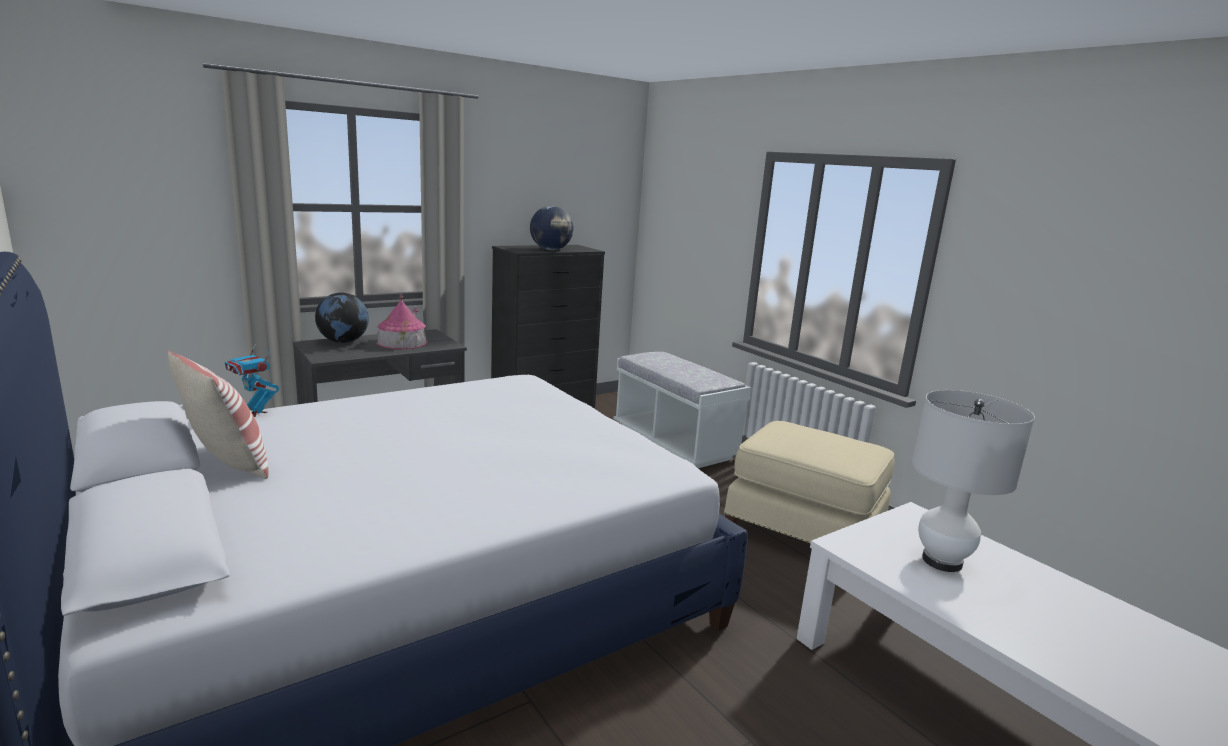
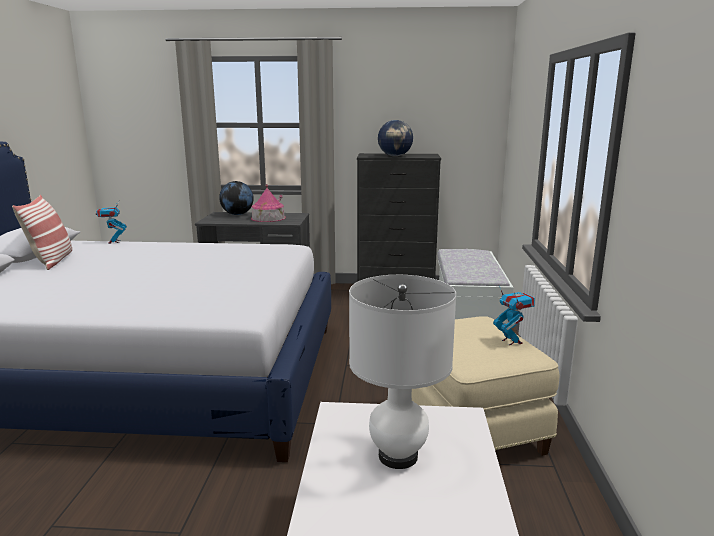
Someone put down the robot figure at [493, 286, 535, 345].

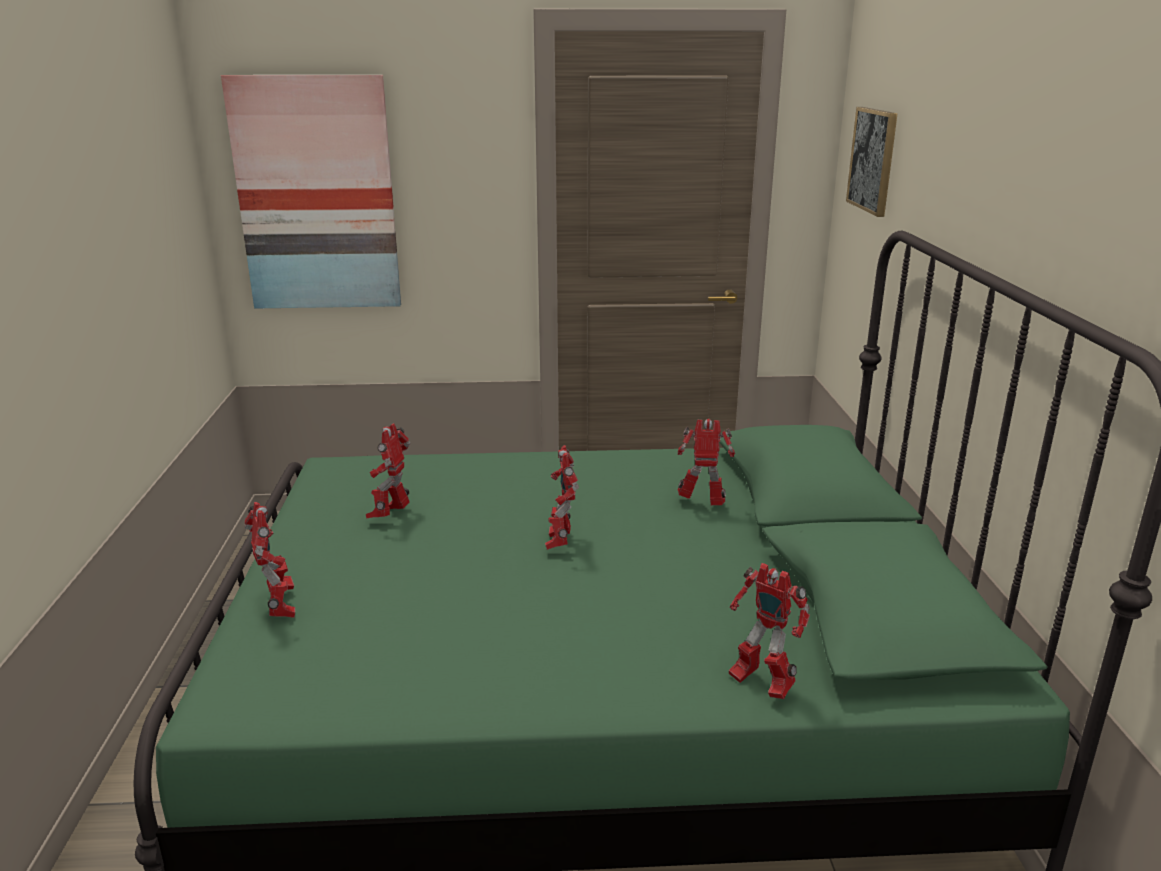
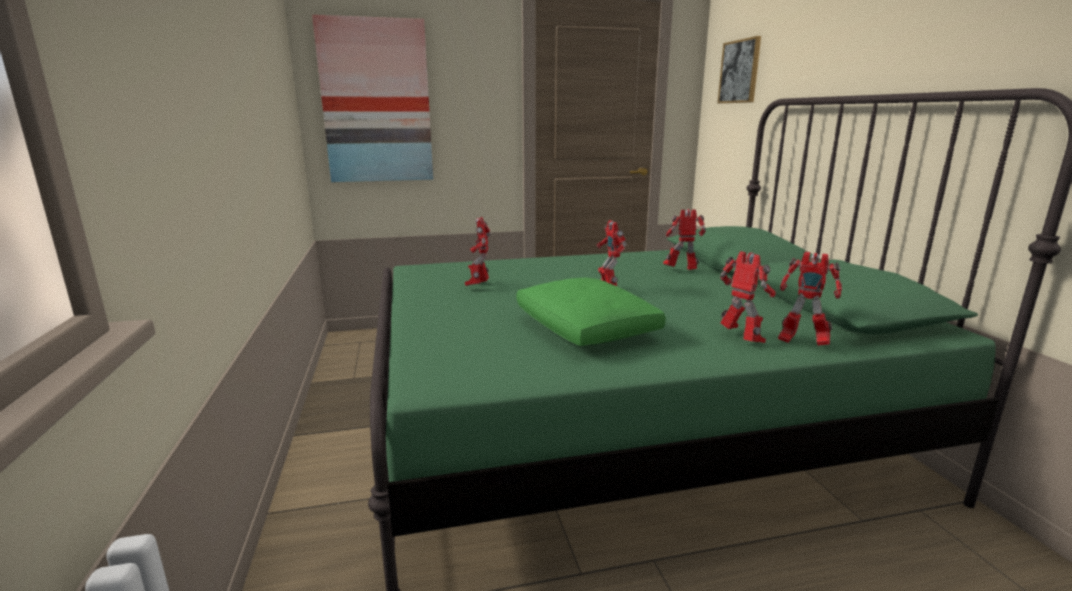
Someone put down the pillow (green-coloured) at [517, 278, 666, 346].
Someone carried the robot figure from [245, 502, 295, 618] to [720, 251, 776, 343].

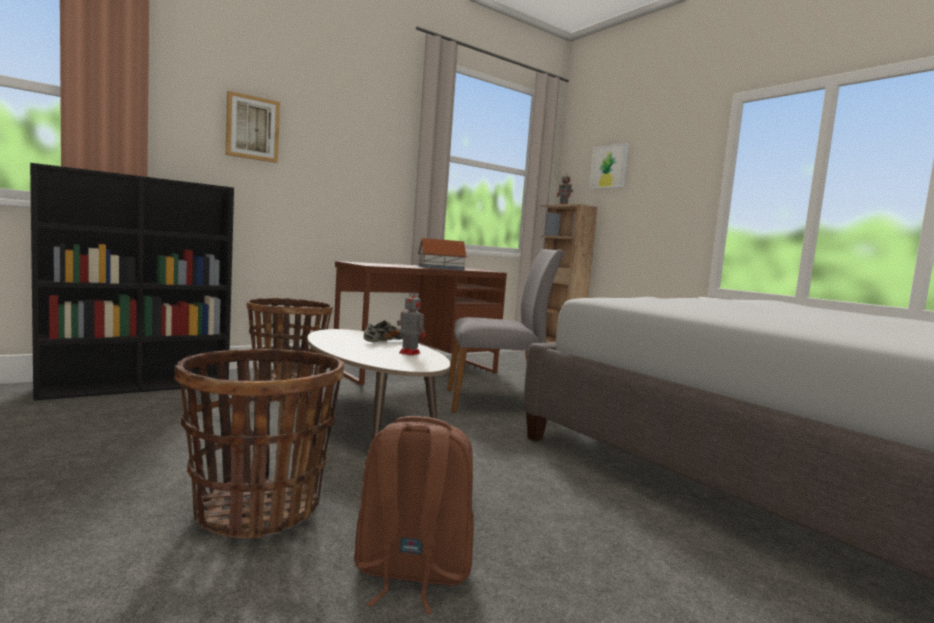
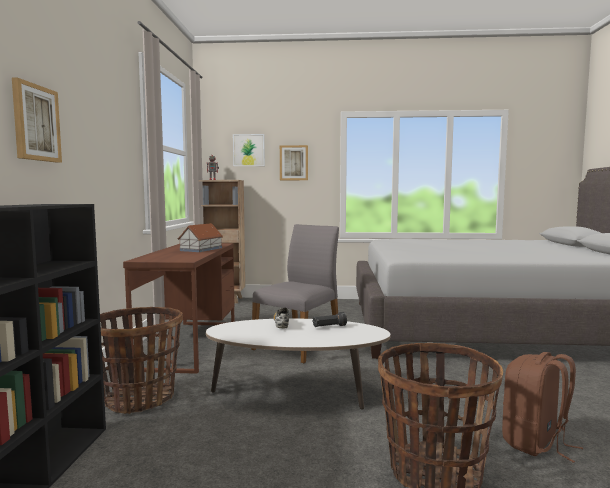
Someone put up the wall art at [280, 145, 308, 180].
Someone swapped the robot figure at [397, 290, 426, 356] for the torch (black) at [312, 312, 347, 327].

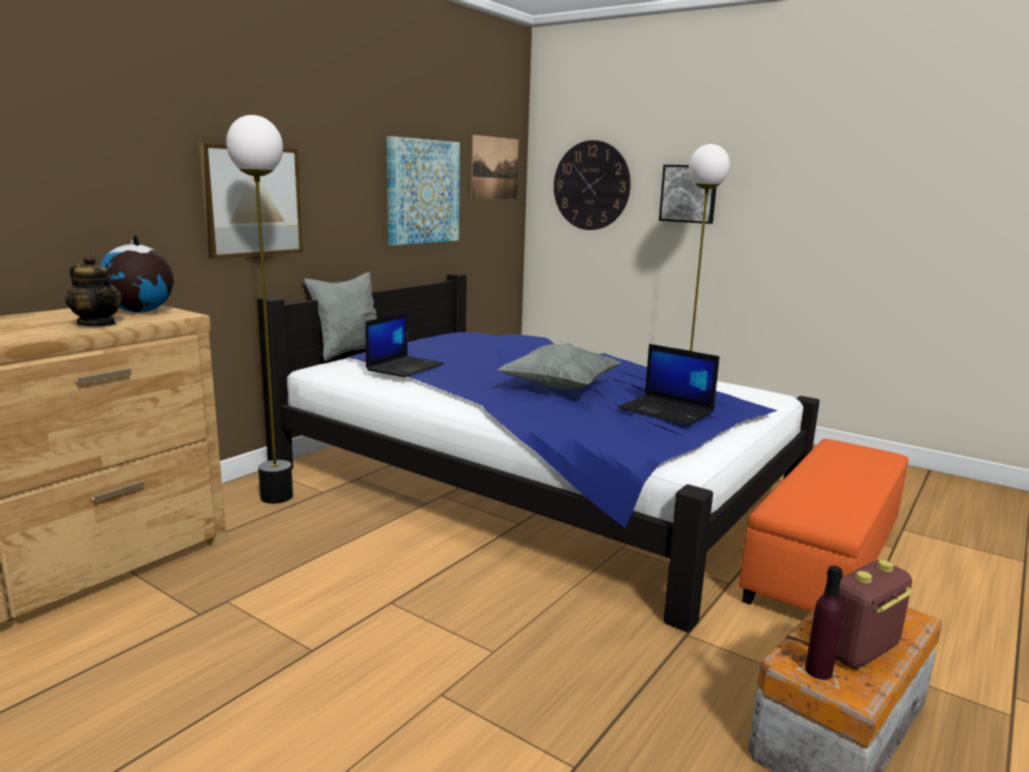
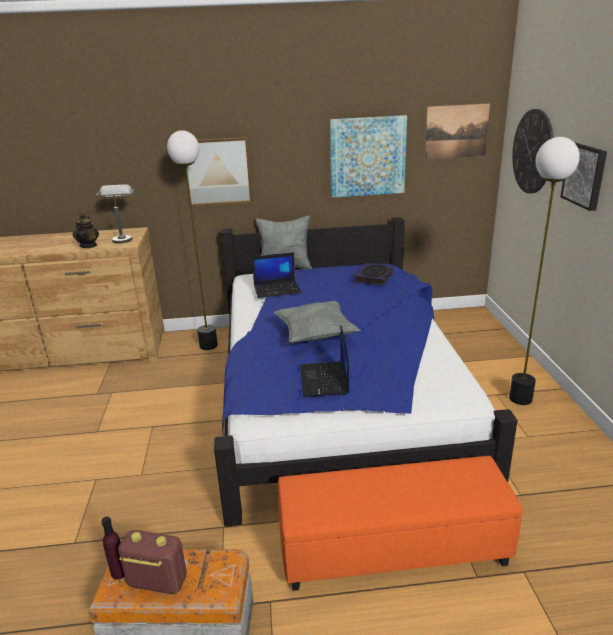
Someone put down the volume at [354, 263, 394, 286].
Someone swapped the desk globe at [100, 235, 174, 313] for the lamp for a table (greyish) at [96, 184, 135, 244].

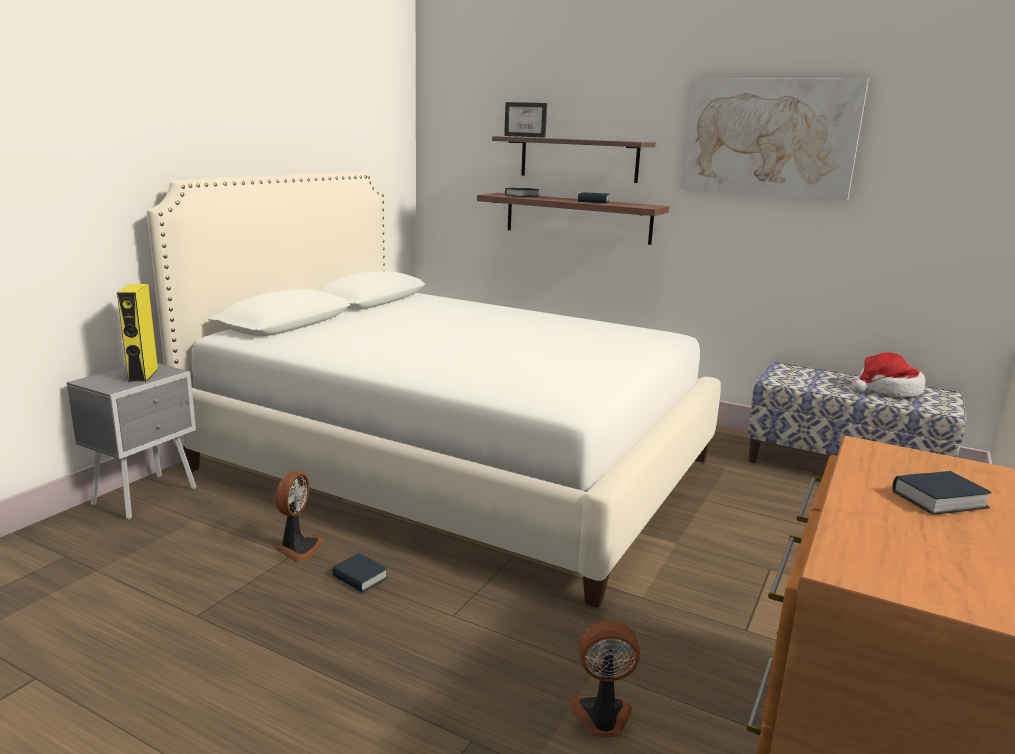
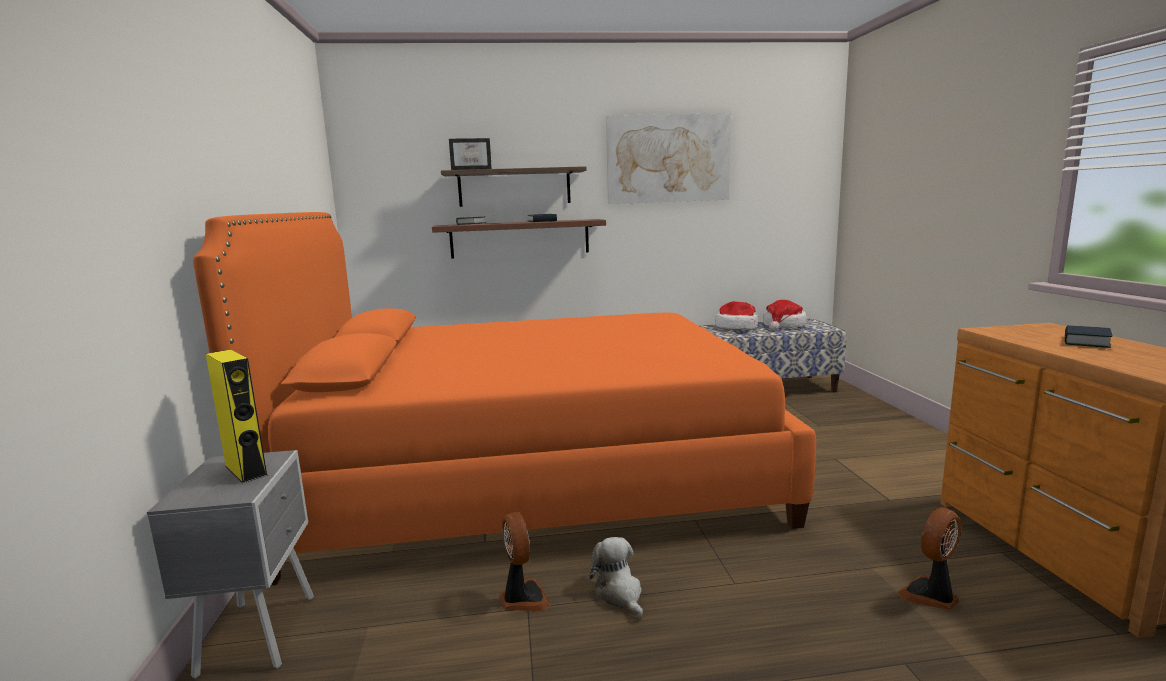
Someone put down the clothing hat at [715, 301, 758, 330].
Someone swapped the volume at [332, 553, 388, 593] for the cuddly toy at [589, 537, 643, 619].
Someone repainted the sleeping bed (whitish) at [147, 172, 721, 608], which became the sleeping bed (orange) at [193, 212, 816, 585].

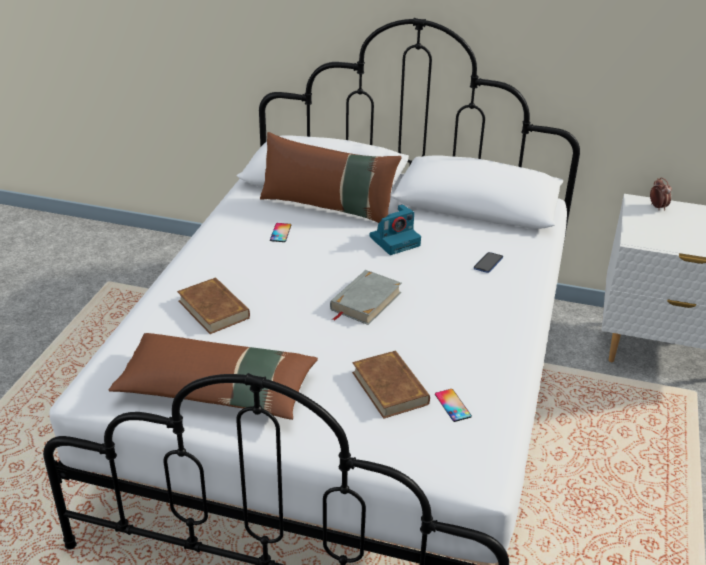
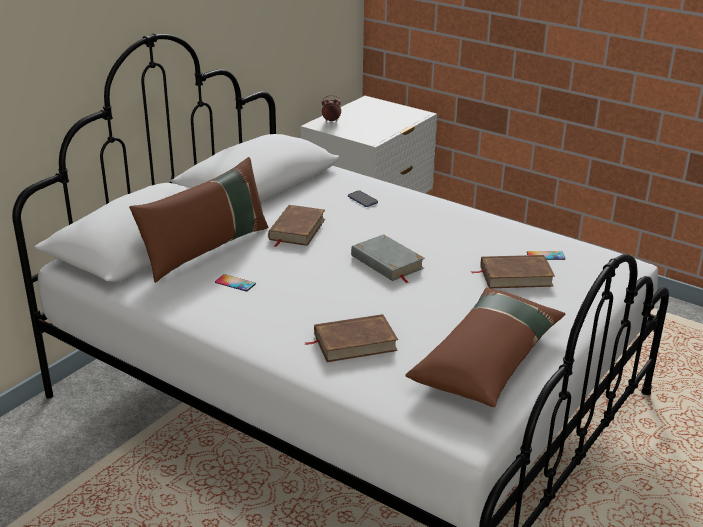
Someone swapped the still camera at [370, 204, 421, 255] for the volume (brown-coloured) at [268, 205, 325, 247].

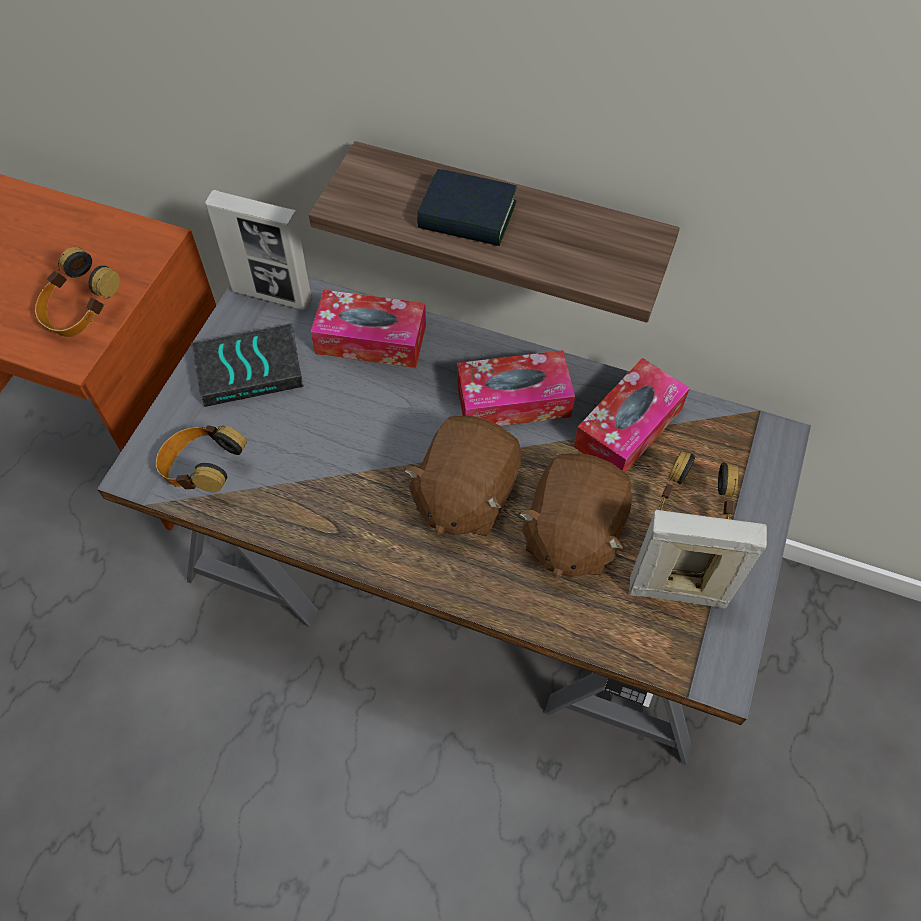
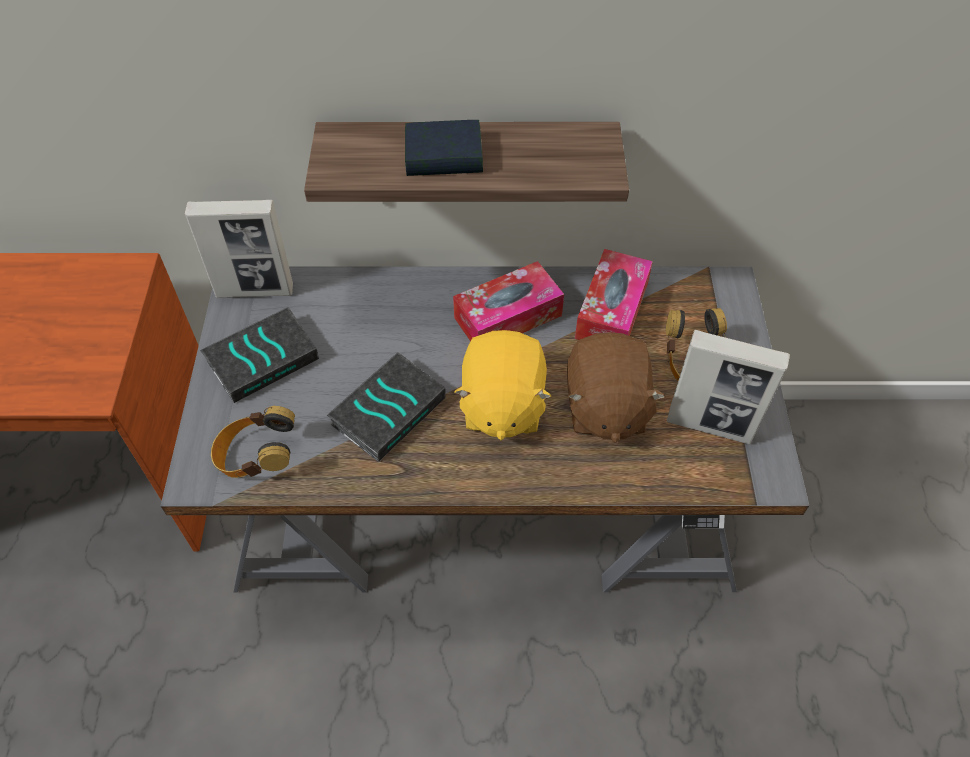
Someone took away the headset at [35, 247, 120, 337].
Someone took away the tissue box at [311, 290, 426, 368].
Someone put down the volume at [327, 352, 446, 462].
Someone repainted the cuddly toy (brown-coloured) at [404, 416, 521, 536], which became the cuddly toy (yellowish) at [454, 330, 551, 440].
Someone rotated the picture frame at [629, 510, 767, 609] by 150 degrees counterclockwise.

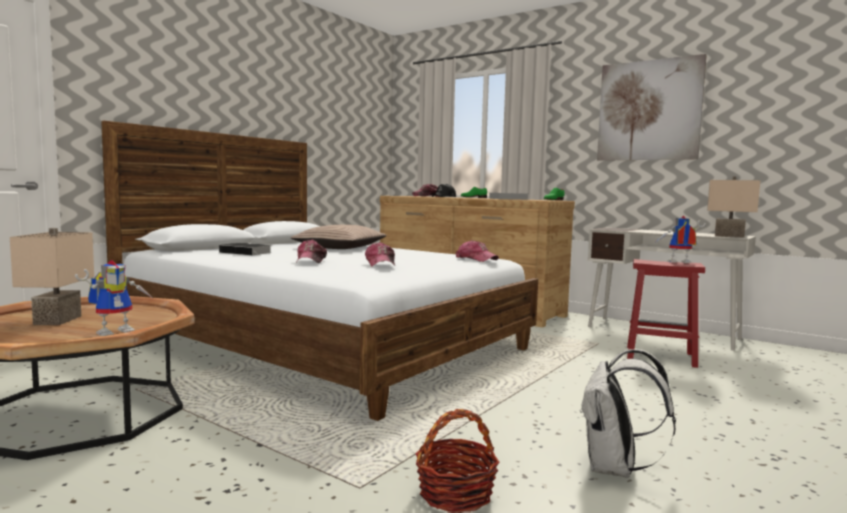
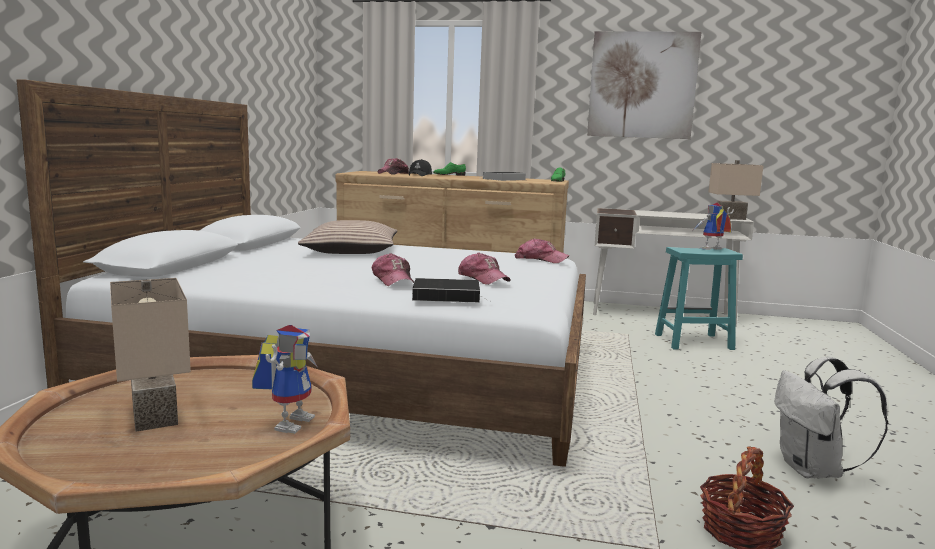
Someone carried the volume from [219, 243, 271, 255] to [412, 278, 493, 303].
Someone repainted the stool seat (red) at [627, 259, 705, 368], which became the stool seat (turquoise) at [655, 247, 743, 350].

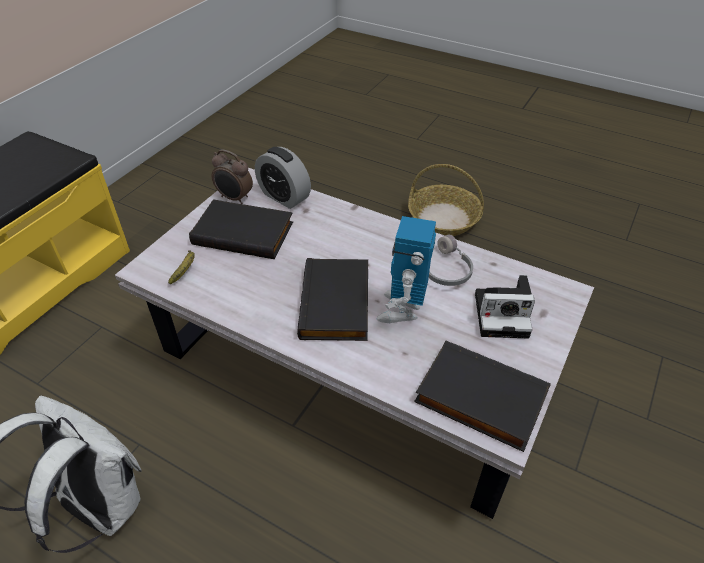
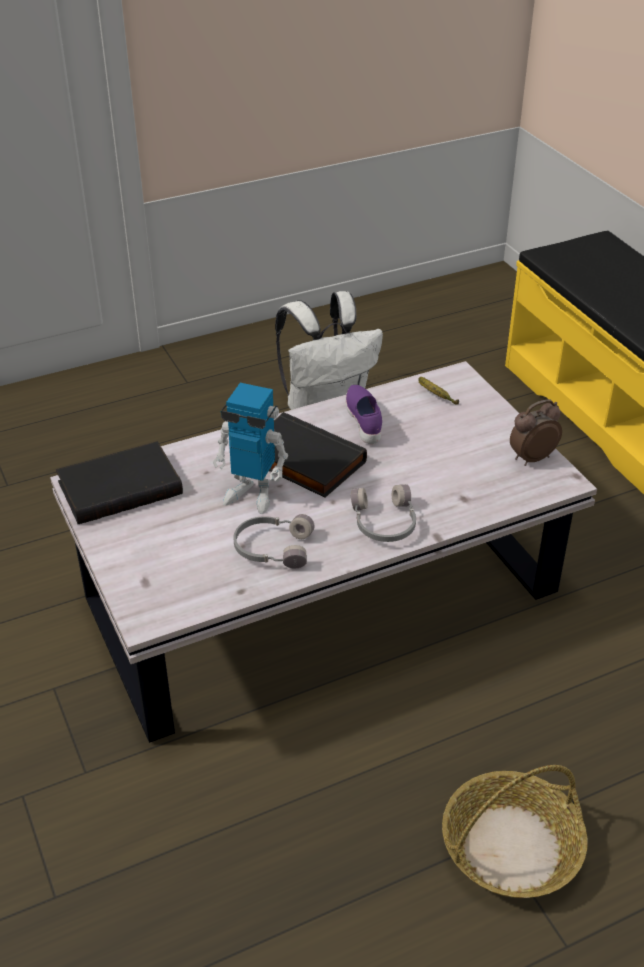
Someone took away the volume (black) at [189, 199, 293, 259].
Someone took away the bedside clock at [255, 147, 311, 209].
Someone took away the still camera at [475, 275, 535, 338].
Someone put down the low shoe (purplish) at [346, 385, 382, 444].
Someone put down the headset (greyish) at [351, 484, 416, 542].
Someone rotated the robot figure at [376, 216, 436, 323] by 150 degrees clockwise.

